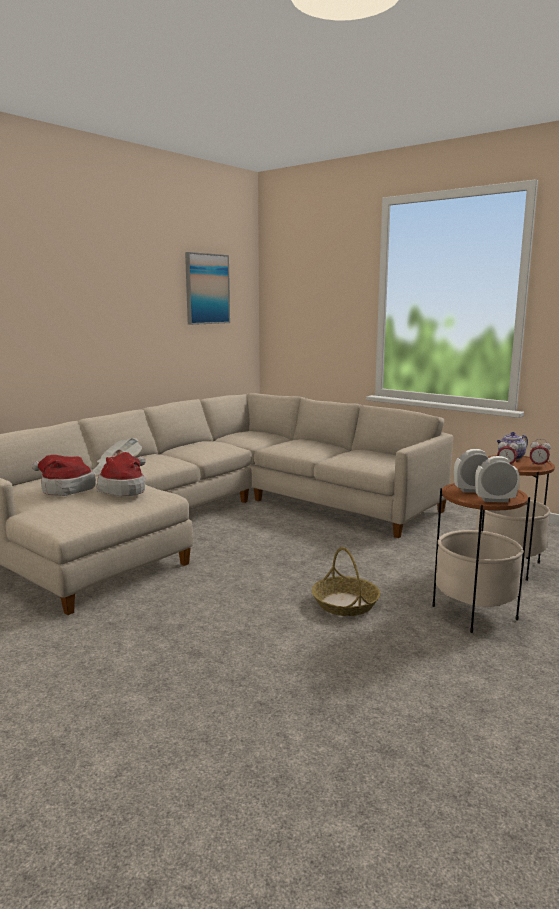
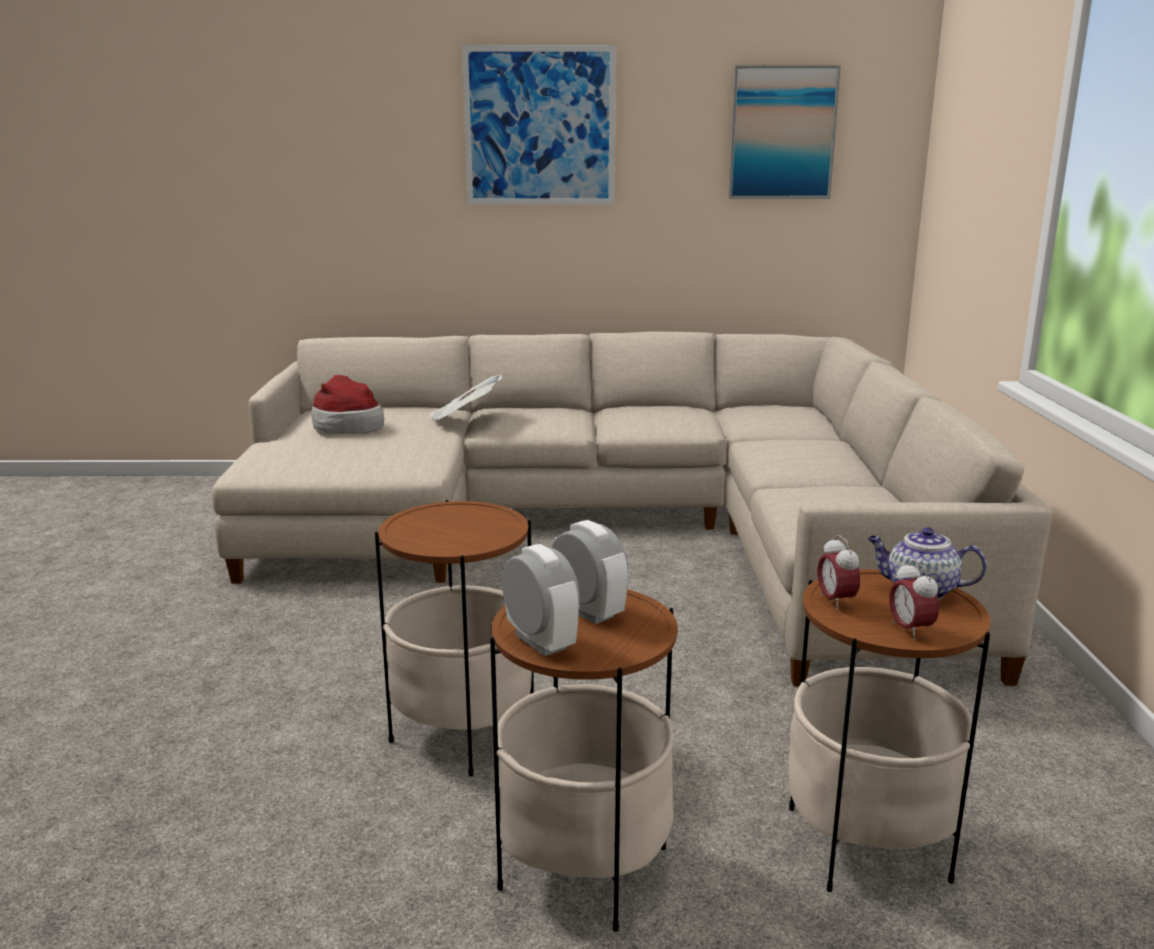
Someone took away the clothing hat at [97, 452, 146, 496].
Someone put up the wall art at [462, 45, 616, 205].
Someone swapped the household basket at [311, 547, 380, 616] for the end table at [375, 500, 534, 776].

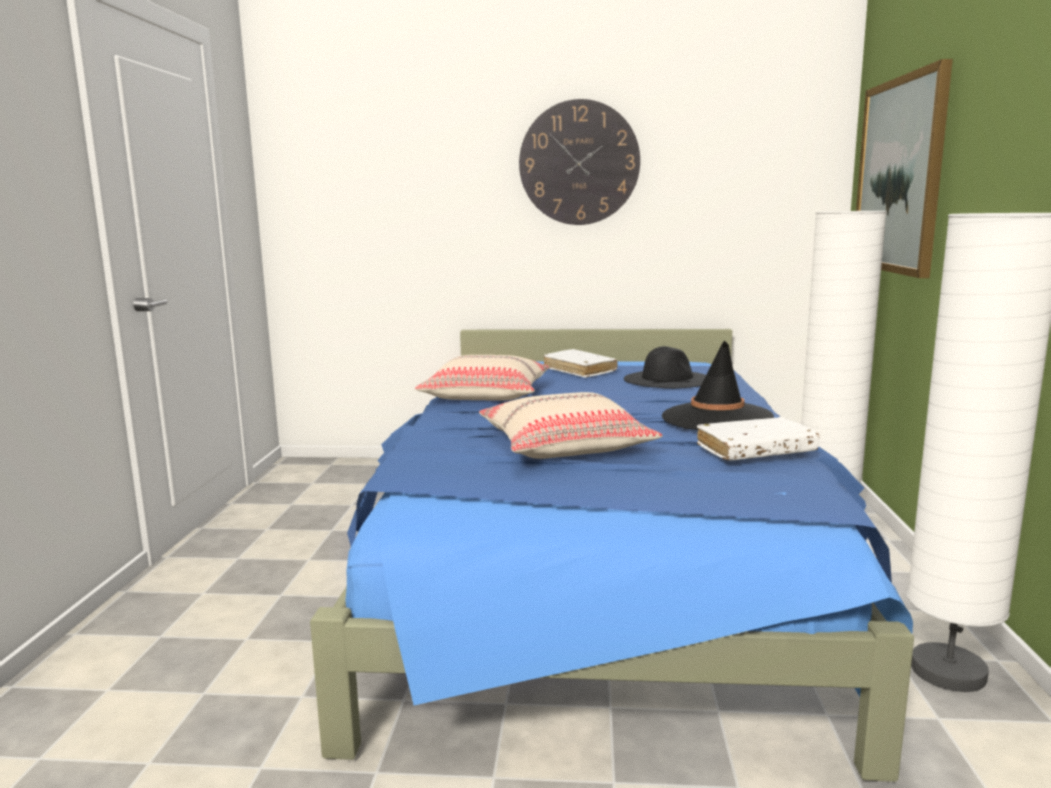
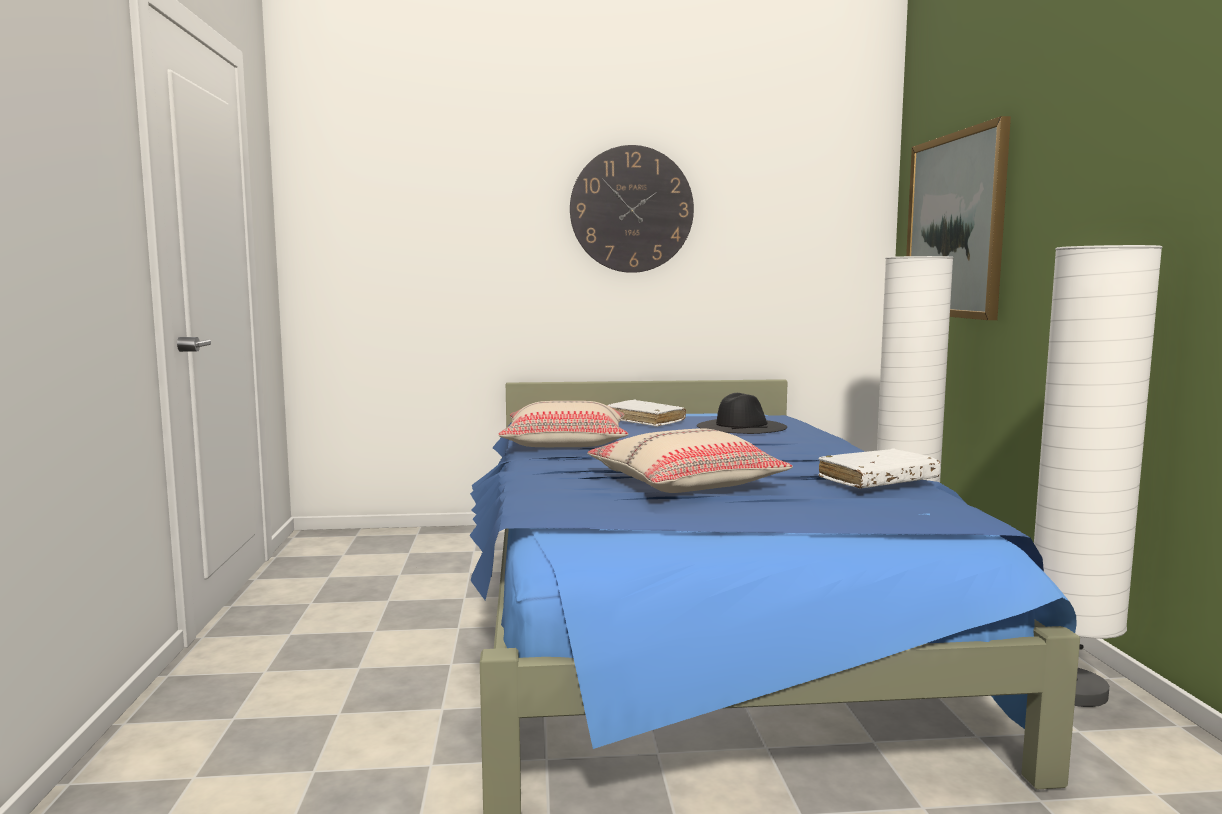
Someone took away the clothing hat (black) at [662, 341, 774, 430].

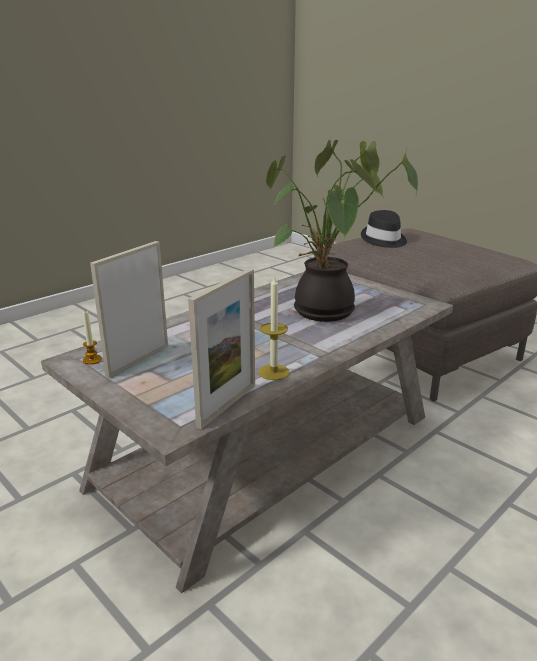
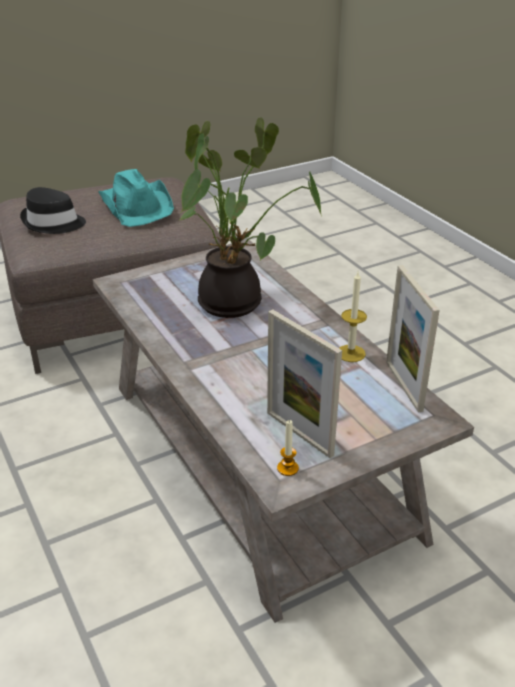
Someone put down the clothing hat (turquoise) at [98, 169, 174, 227].
Someone rotated the picture frame at [188, 268, 255, 429] by 150 degrees counterclockwise.

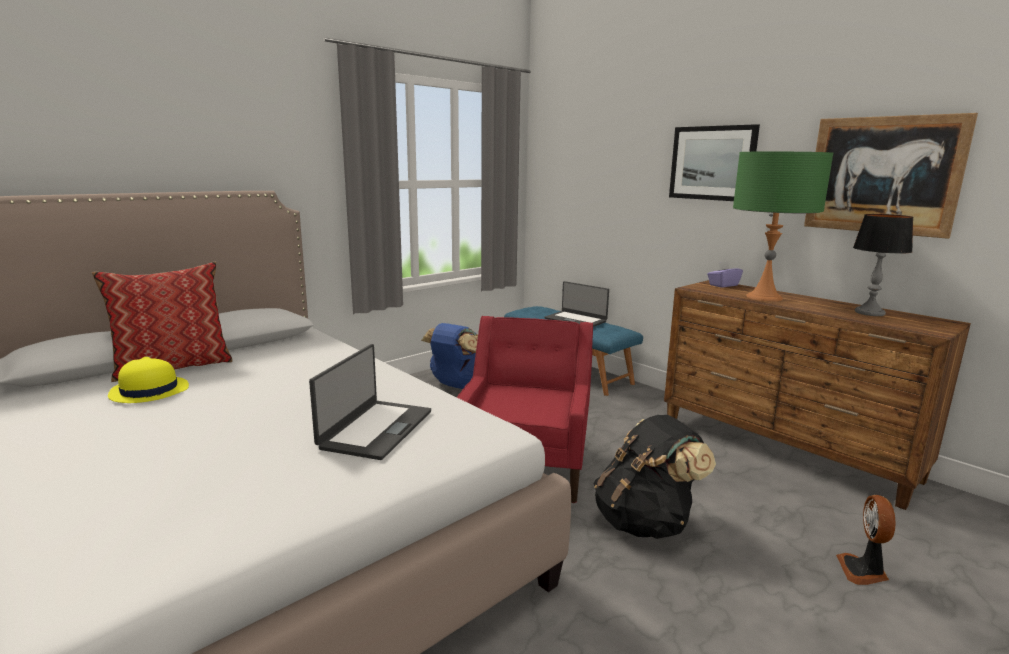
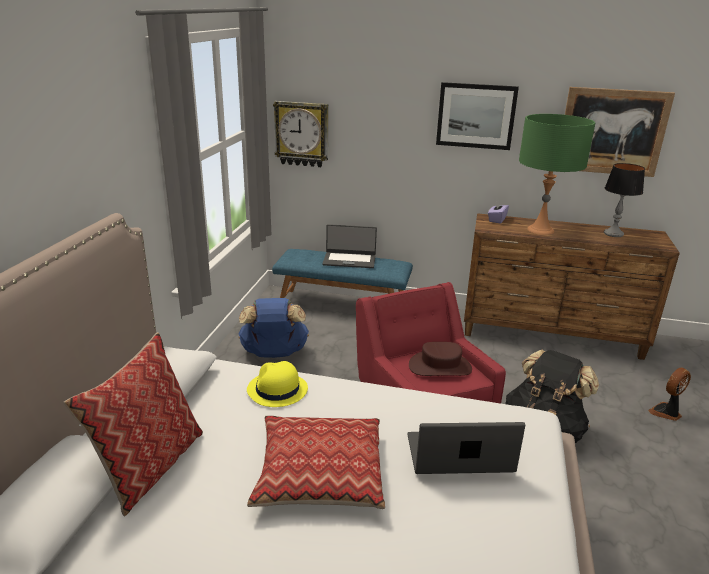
Someone put down the pillow at [247, 416, 385, 509].
Someone put up the clock on the wall at [273, 101, 328, 167].
Someone put down the clothing hat (brown-coloured) at [409, 342, 472, 376].
Someone carried the clothing hat (yellowish) from [108, 357, 189, 403] to [247, 361, 308, 407].
Someone rotated the laptop at [309, 344, 431, 460] by 75 degrees counterclockwise.
Someone rotated the cooling fan at [836, 495, 896, 585] by 75 degrees clockwise.

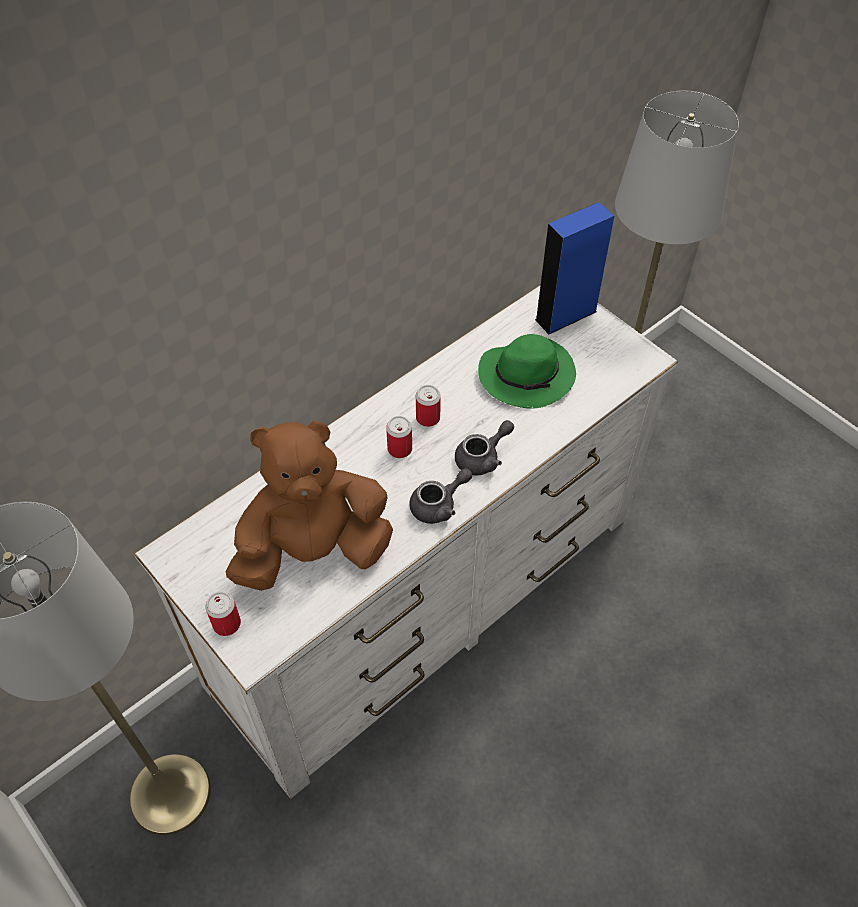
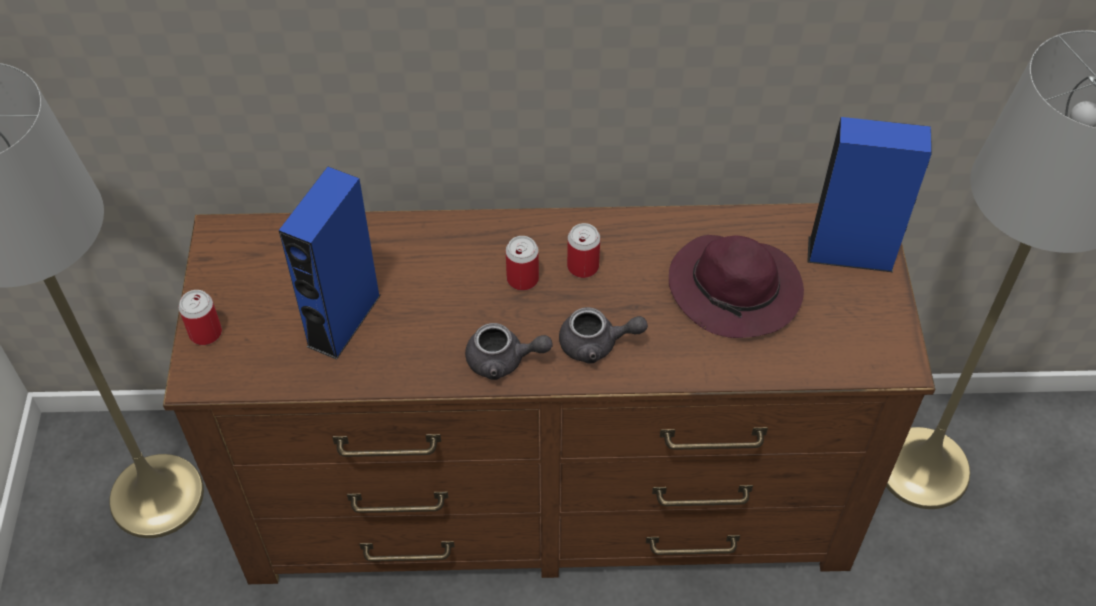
Someone swapped the cuddly toy (brown-coloured) at [226, 421, 393, 591] for the audio speaker (bluish) at [279, 167, 381, 360].
Someone repainted the chest of drawers (whitish) at [134, 285, 678, 799], which became the chest of drawers (brown-coloured) at [163, 203, 935, 584].
Someone repainted the clothing hat (green-coloured) at [478, 334, 576, 409], which became the clothing hat (purplish) at [669, 235, 804, 338].

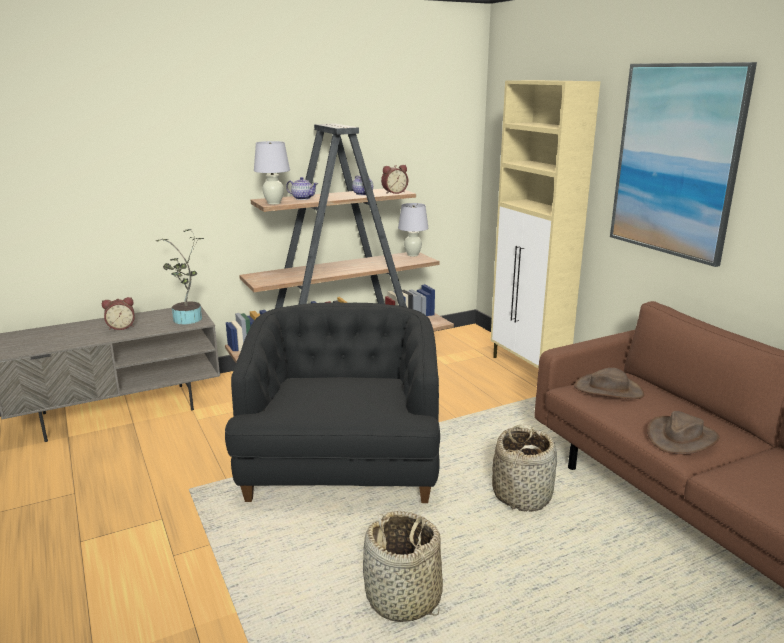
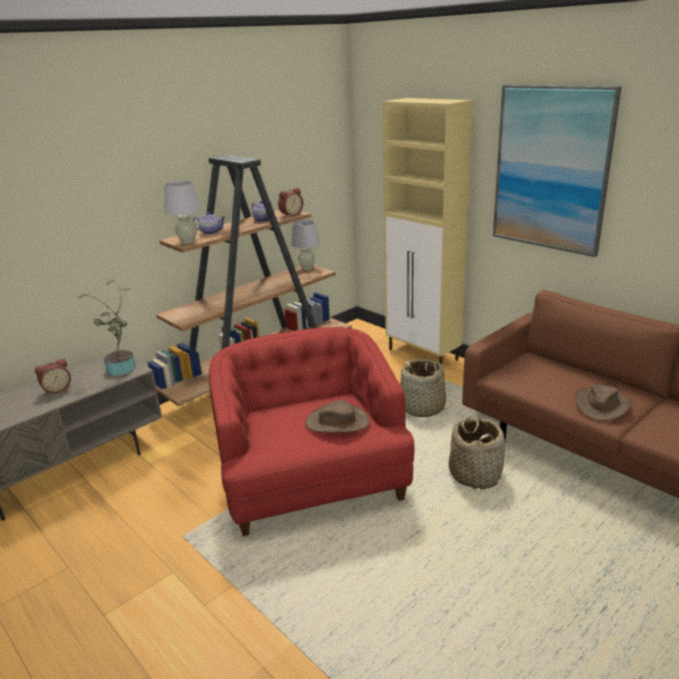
Someone carried the household basket from [363, 511, 443, 622] to [400, 358, 452, 417].
Someone carried the clothing hat (brown-coloured) from [574, 368, 644, 399] to [305, 400, 370, 433].
Someone repainted the armchair (black) at [225, 302, 440, 503], which became the armchair (red) at [209, 327, 414, 536].

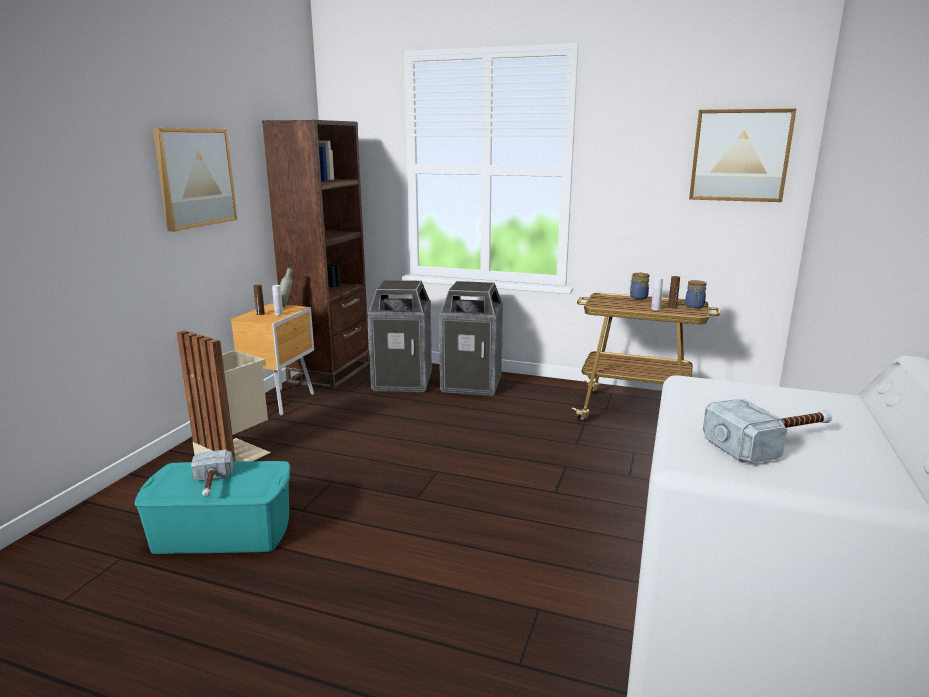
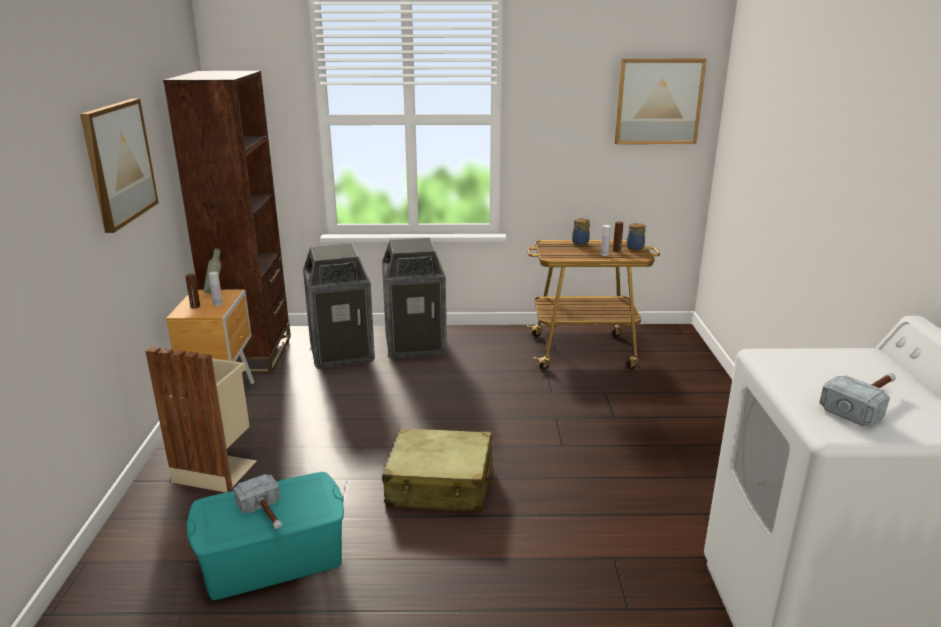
Someone put down the suitcase (beige-coloured) at [382, 428, 495, 513].

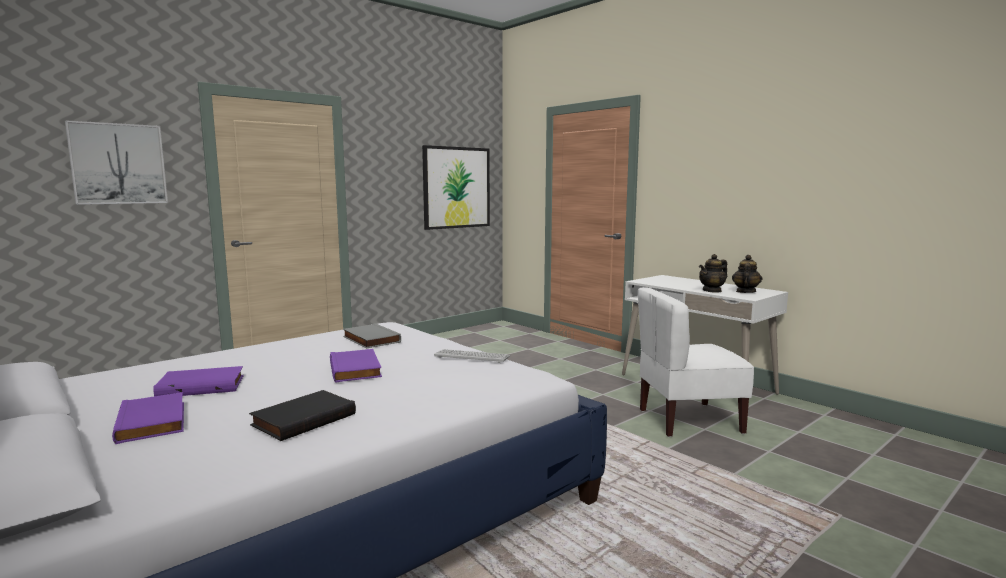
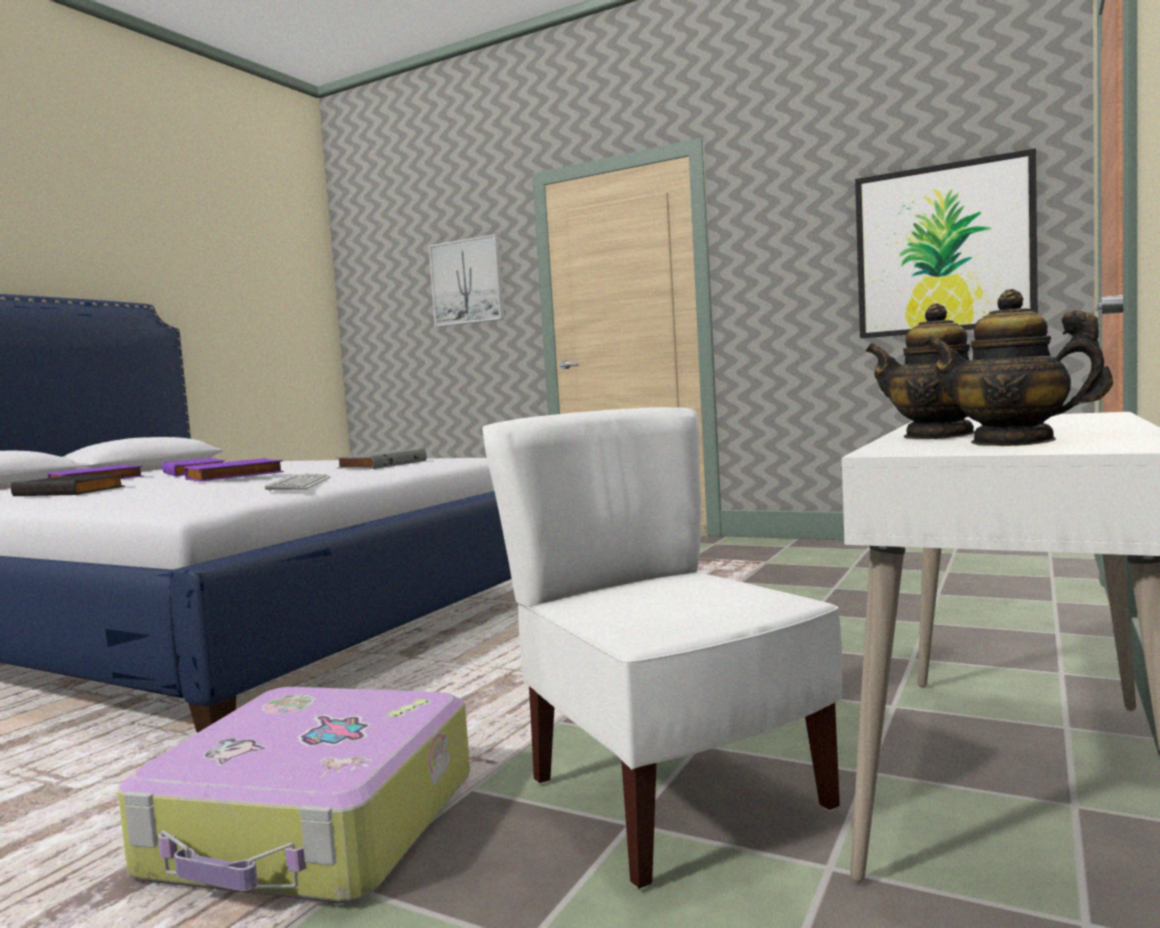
Someone put down the suitcase at [118, 687, 470, 903].
Someone rotated the tea pot at [732, 255, 762, 293] by 150 degrees counterclockwise.

